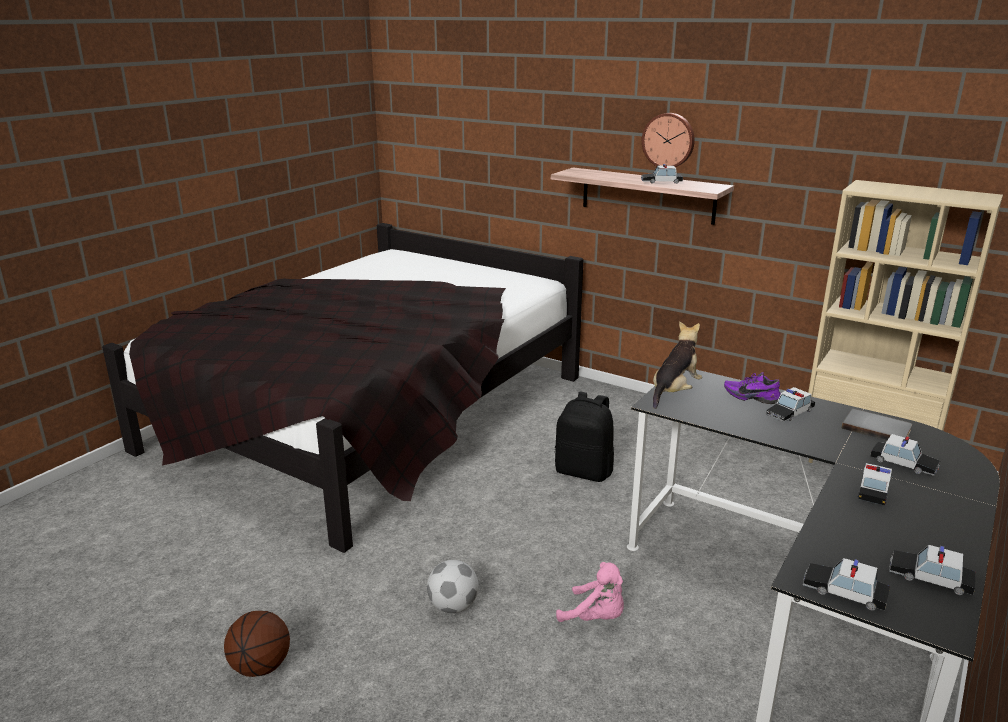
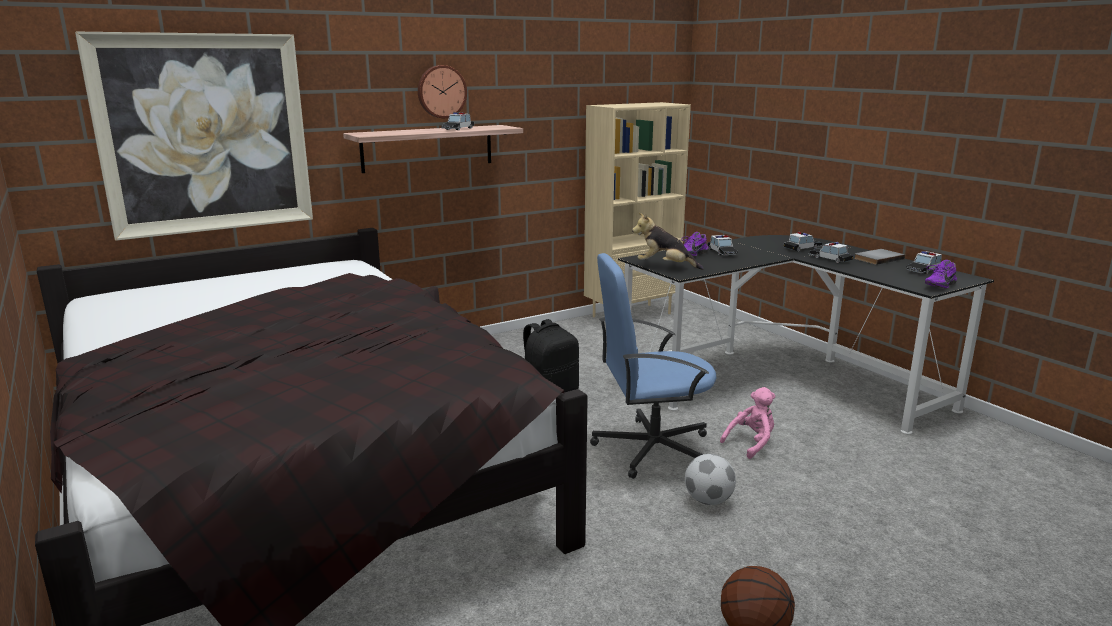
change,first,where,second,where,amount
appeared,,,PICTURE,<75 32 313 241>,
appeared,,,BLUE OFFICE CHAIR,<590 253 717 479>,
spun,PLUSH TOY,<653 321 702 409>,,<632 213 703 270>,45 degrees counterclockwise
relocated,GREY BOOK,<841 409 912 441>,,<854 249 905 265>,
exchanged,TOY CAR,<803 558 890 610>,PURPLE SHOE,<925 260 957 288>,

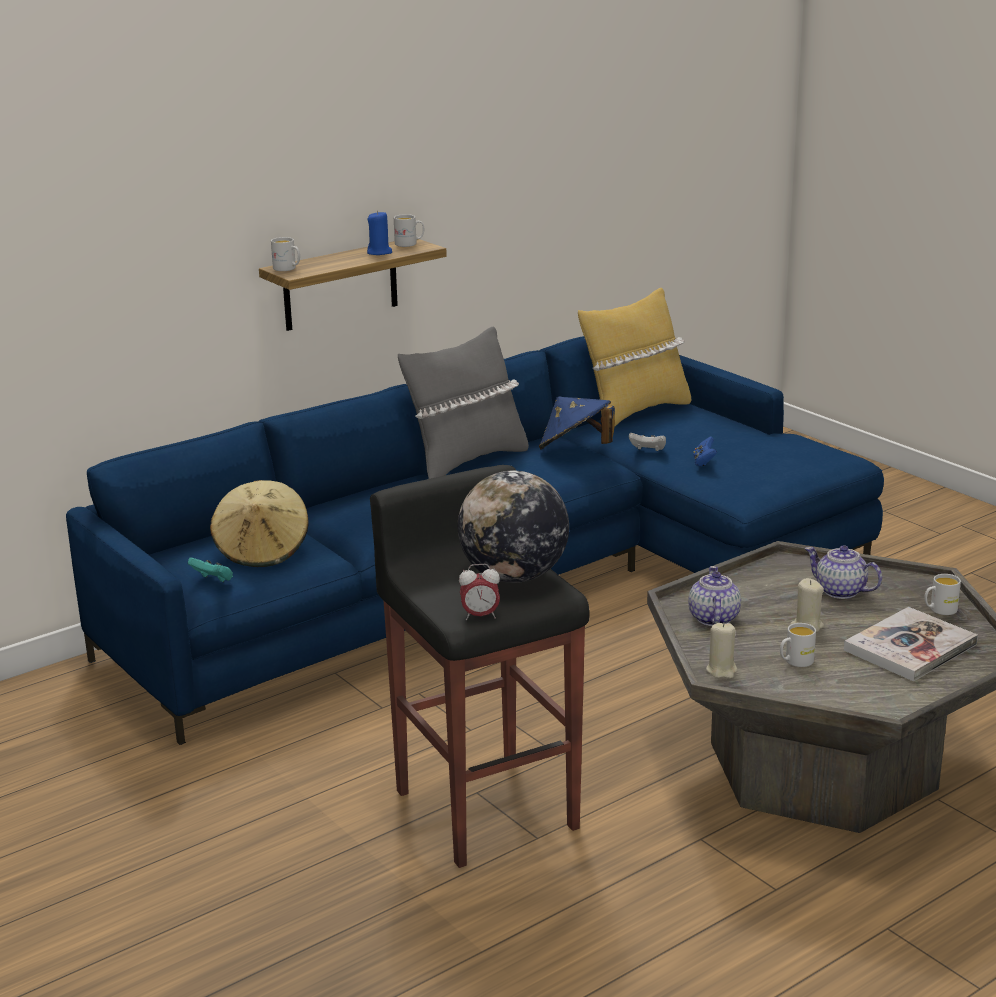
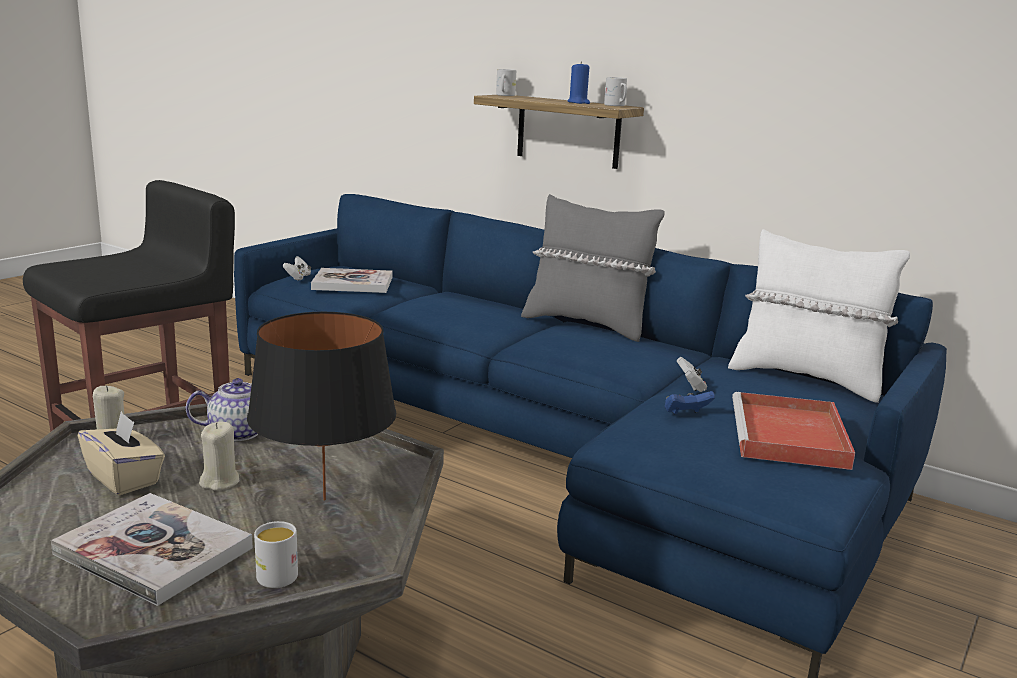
change,first,where,second,where,amount
exchanged,WHITE MUG,<780 623 816 667>,BEIGE TISSUE BOX,<78 411 165 495>,
exchanged,TEAPOT,<805 545 882 599>,BLACK TABLE LAMP,<247 312 396 500>,
colour,TURQUOISE GAME CONTROLLER,<188 557 233 582>,WHITE GAME CONTROLLER,<283 256 311 281>,
exchanged,BEIGE HAT,<210 480 308 567>,BOOK,<311 268 392 293>,
colour,YELLOW PILLOW,<578 288 691 426>,WHITE PILLOW,<728 229 910 403>,
appeared,,,RED TRAY,<732 392 855 470>,
missing,GLOBE,<458 471 569 583>,,,
missing,ALARM CLOCK,<459 564 500 620>,,,
missing,BLUE HAT,<539 396 615 450>,,,

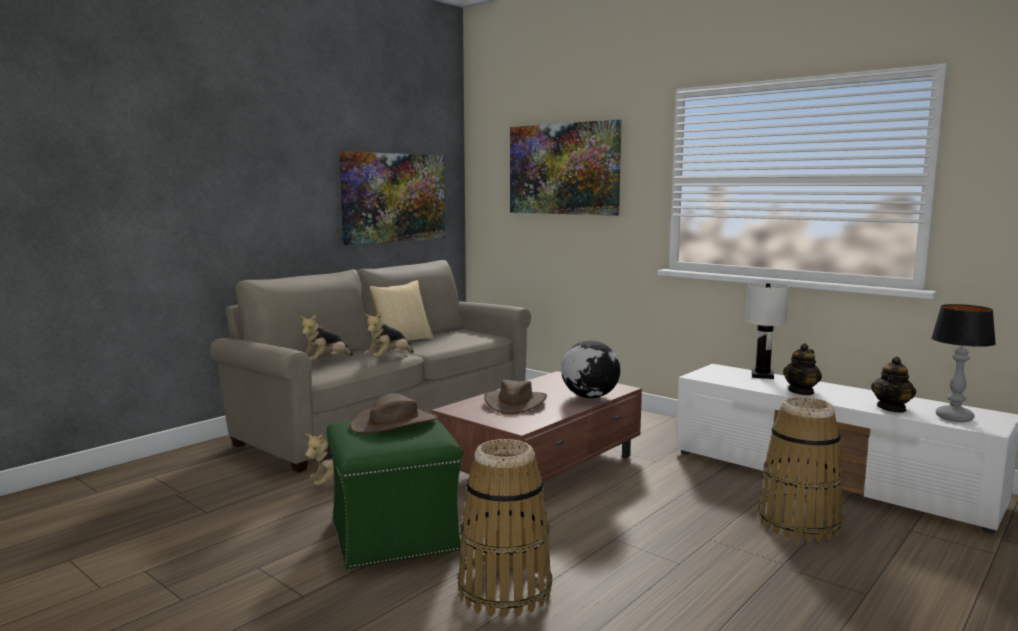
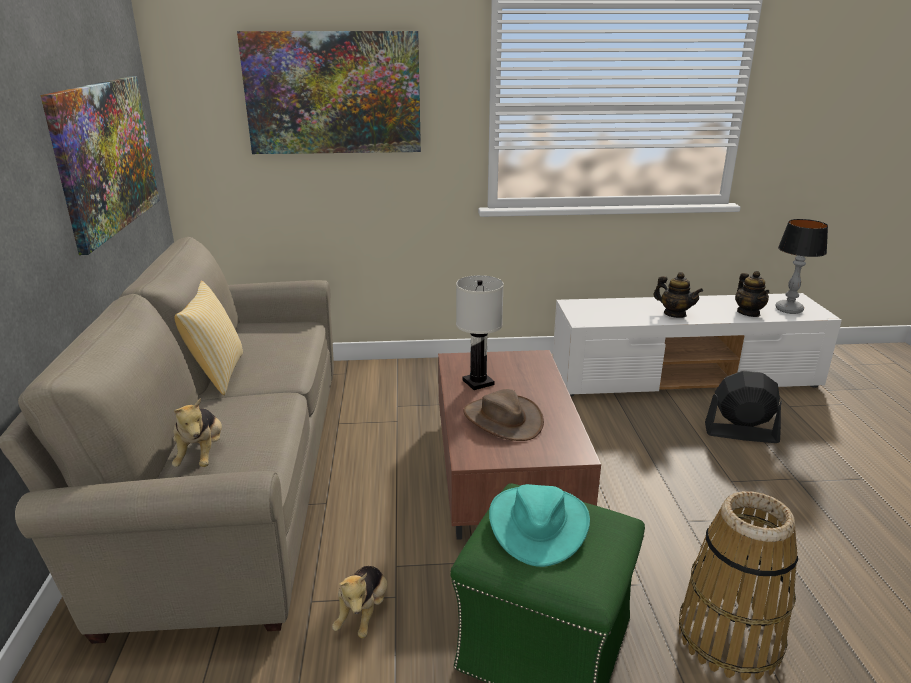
change,first,where,second,where,amount
relocated,WHITE TABLE LAMP,<745 283 789 379>,,<456 275 504 390>,
colour,BROWN HAT,<350 393 438 434>,TURQUOISE HAT,<489 484 590 567>,
spun,TEAPOT,<783 343 822 395>,,<653 272 703 318>,45 degrees counterclockwise
exchanged,BASKET,<758 397 843 542>,BLACK FAN,<705 371 782 443>,
missing,PLUSH TOY,<364 312 414 358>,,,
missing,GLOBE,<561 340 621 398>,,,

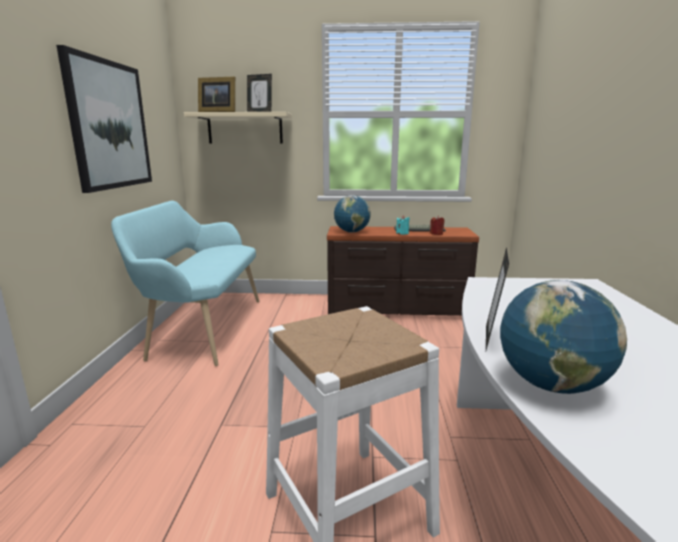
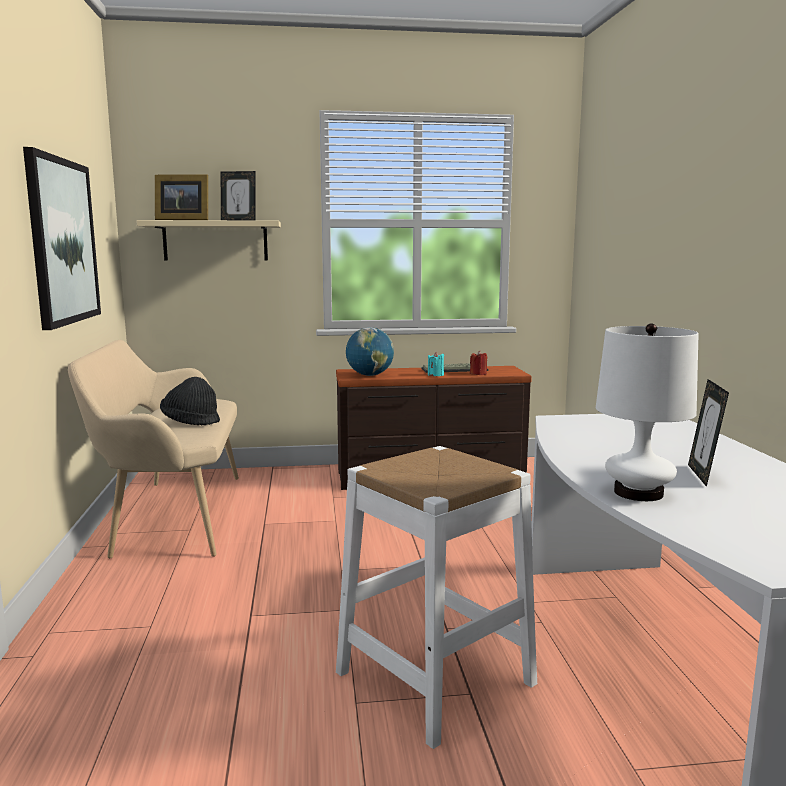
change,first,where,second,where,amount
colour,TURQUOISE BENCH,<111 201 259 366>,BEIGE BENCH,<68 340 239 559>,
appeared,,,BLACK HAT,<160 377 220 426>,
exchanged,GLOBE,<500 280 627 394>,WHITE TABLE LAMP,<596 323 699 501>,
relocated,PICTURE FRAME,<486 247 509 350>,,<688 379 729 487>,

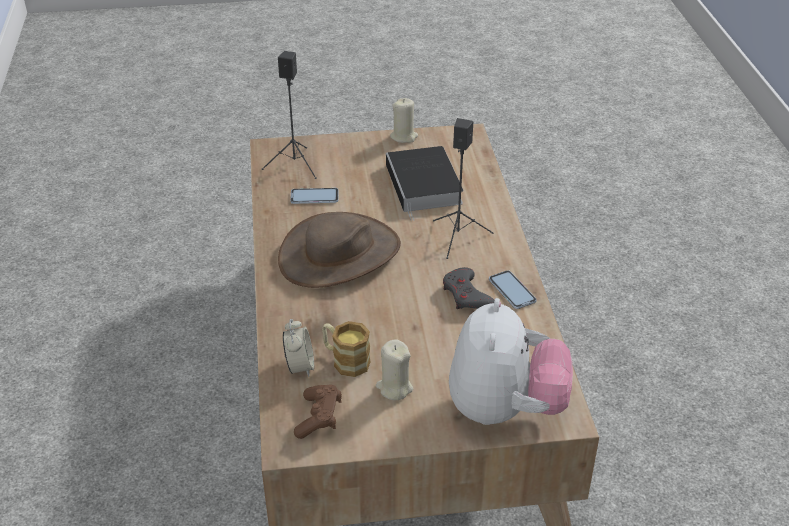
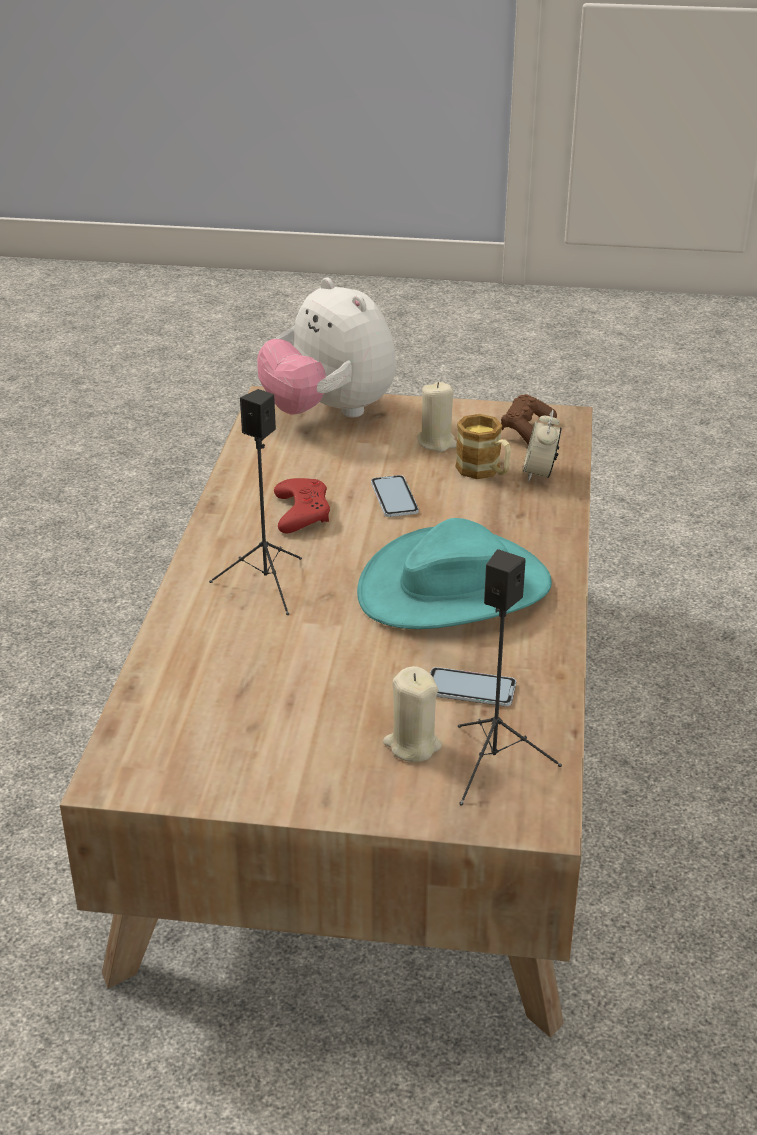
change,first,where,second,where,amount
spun,PLUSH TOY,<449 298 573 425>,,<257 277 396 418>,60 degrees counterclockwise
colour,GREY GAME CONTROLLER,<443 267 494 309>,RED GAME CONTROLLER,<274 478 330 533>,
colour,BROWN HAT,<278 212 401 288>,TURQUOISE HAT,<357 518 552 629>,
relocated,PHONE,<489 270 537 309>,,<371 475 419 517>,
relocated,BEIGE CANDLE,<390 98 418 143>,,<383 666 442 762>,
missing,BOOK,<386 146 463 221>,,,

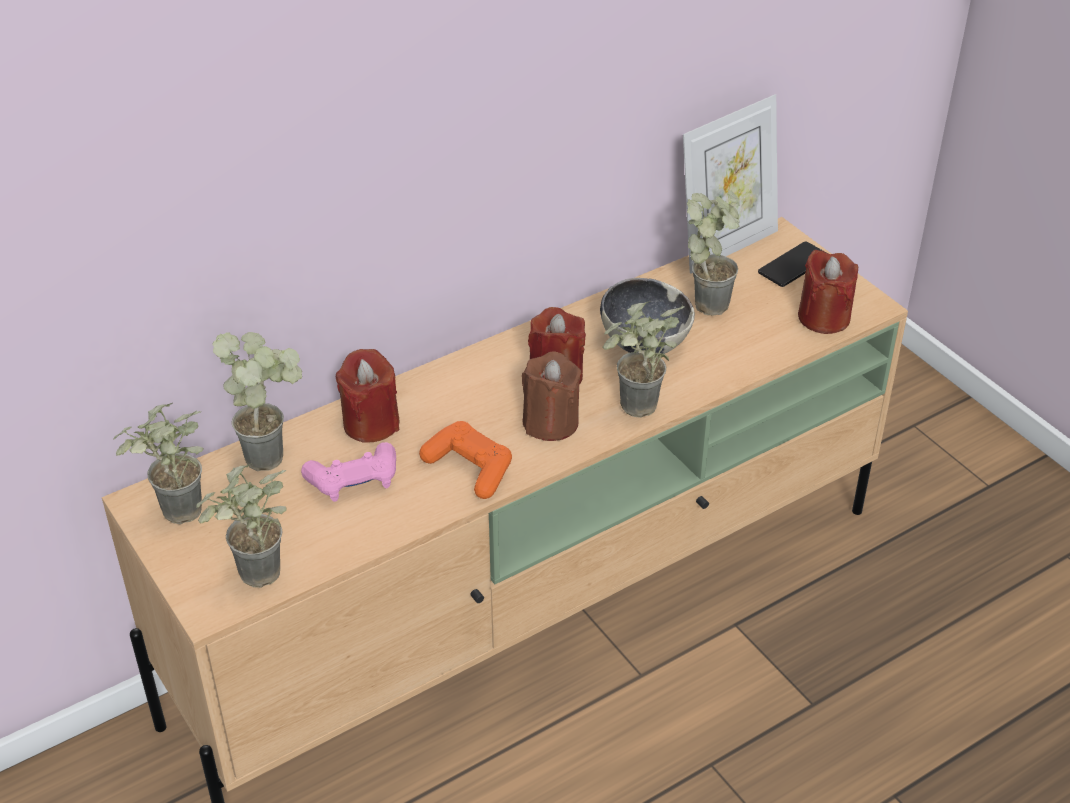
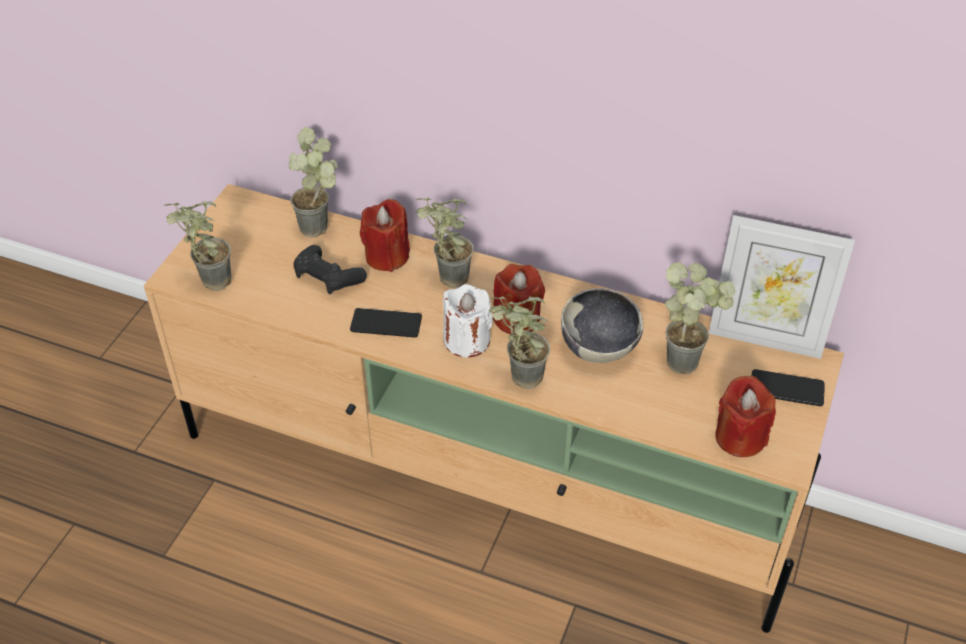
change,first,where,second,where,amount
colour,PINK GAME CONTROLLER,<301 442 396 502>,BLACK GAME CONTROLLER,<293 245 367 294>,
exchanged,ORANGE GAME CONTROLLER,<419 421 512 499>,PHONE,<350 308 422 337>,
relocated,POTTED PLANT,<113 403 203 524>,,<416 198 474 288>,
colour,BROWN CANDLE,<522 351 581 441>,WHITE CANDLE,<443 284 493 357>,

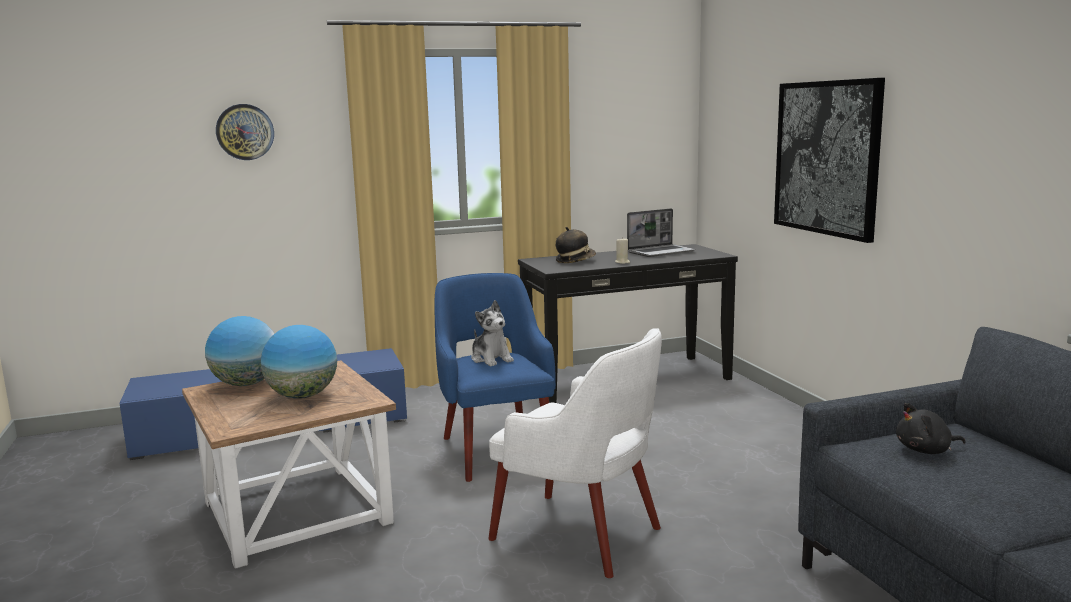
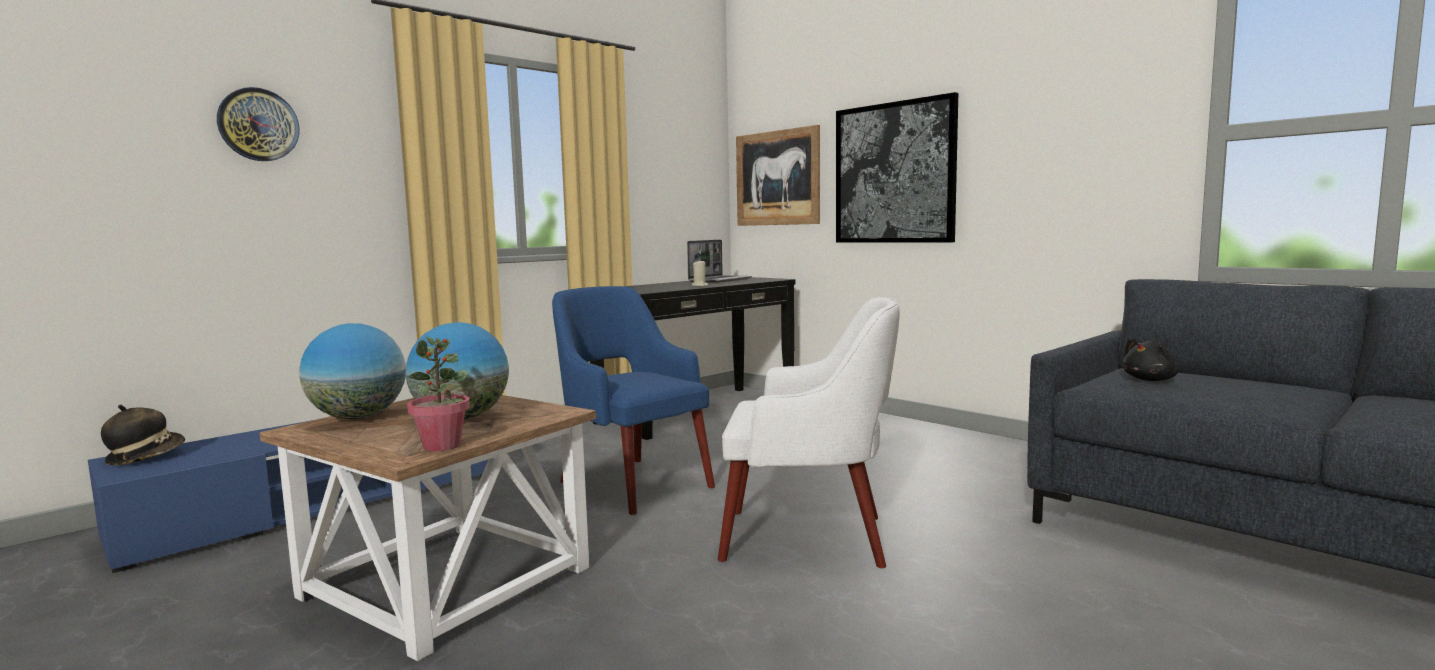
change,first,where,second,where,amount
relocated,HAT,<556 227 596 263>,,<101 405 185 465>,
appeared,,,POTTED PLANT,<407 337 470 451>,
appeared,,,PICTURE,<736 125 820 226>,
missing,PLUSH TOY,<471 300 514 366>,,,

